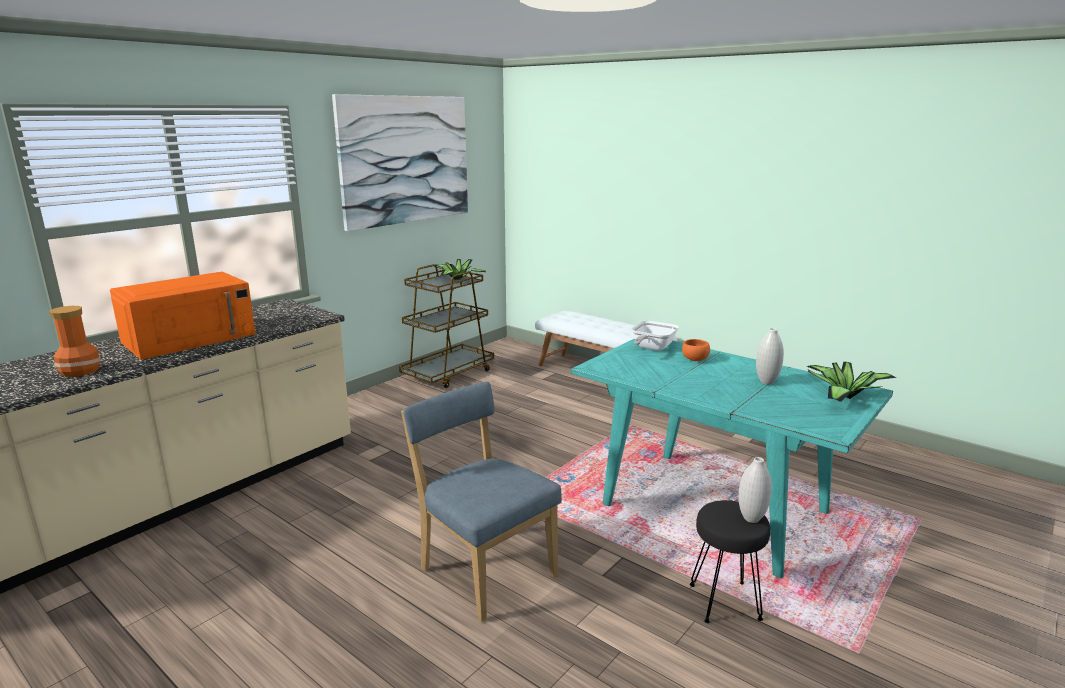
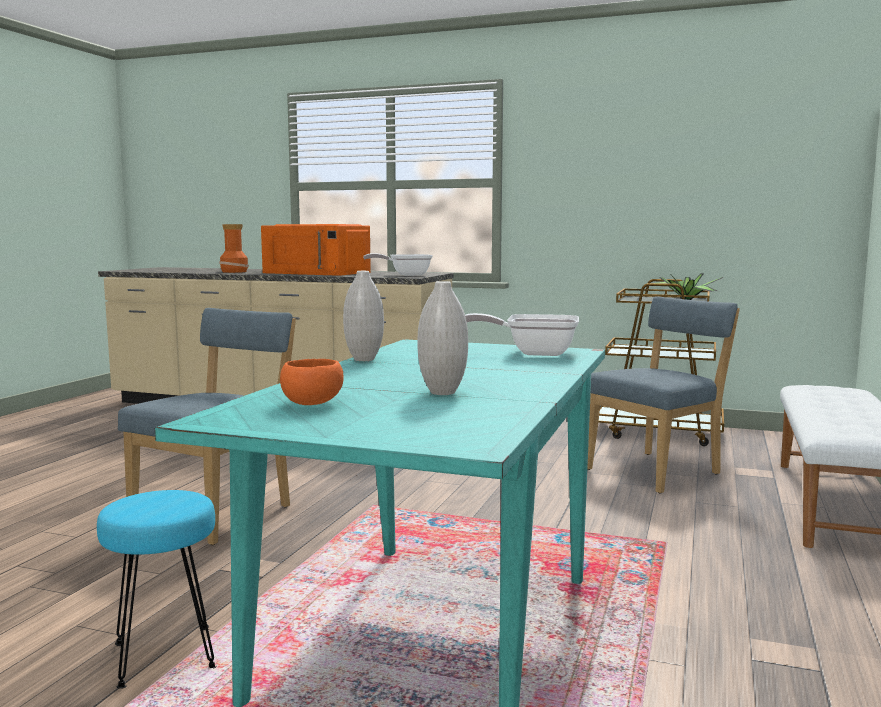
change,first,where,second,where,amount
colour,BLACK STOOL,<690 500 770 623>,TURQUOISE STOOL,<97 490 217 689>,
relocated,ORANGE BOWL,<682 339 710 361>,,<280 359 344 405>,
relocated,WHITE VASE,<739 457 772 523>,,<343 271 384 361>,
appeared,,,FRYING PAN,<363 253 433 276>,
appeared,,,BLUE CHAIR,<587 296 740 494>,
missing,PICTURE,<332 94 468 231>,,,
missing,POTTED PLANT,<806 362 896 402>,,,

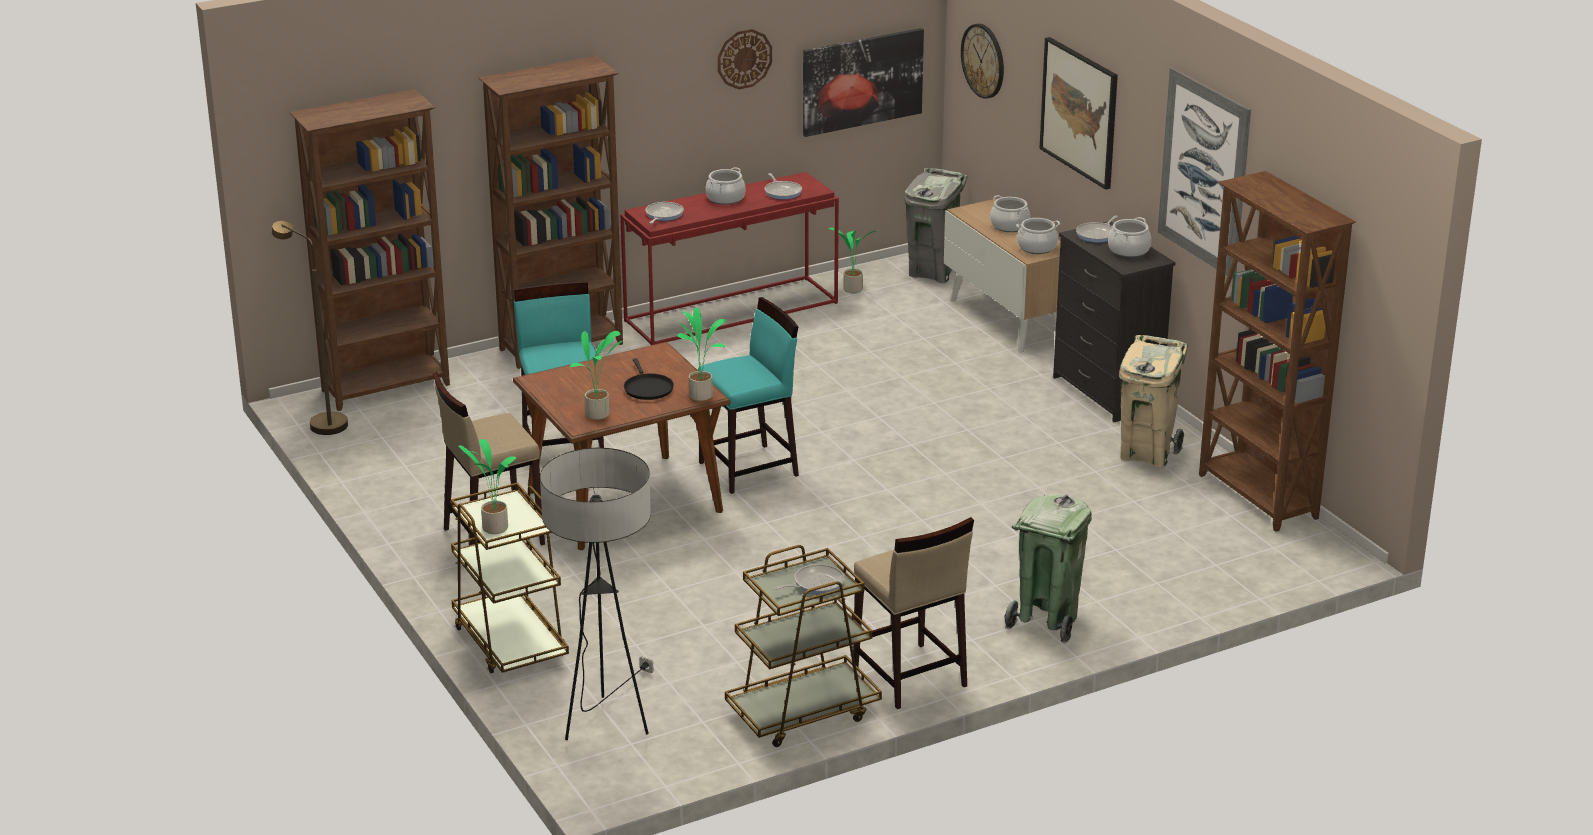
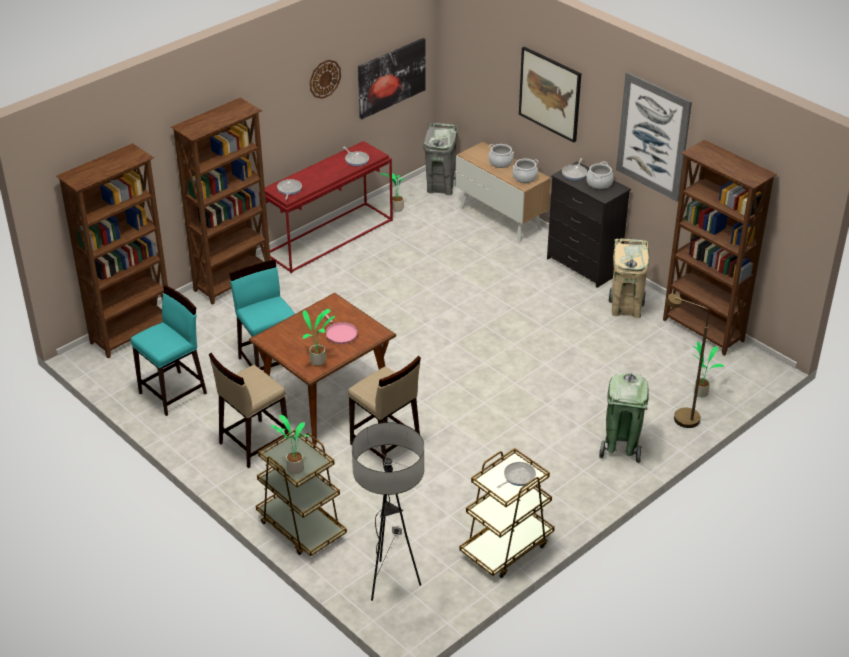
change,first,where,second,where,amount
relocated,TURQUOISE STOOL,<698 297 799 494>,,<131 285 207 416>,
colour,BLACK FRYING PAN,<624 358 674 400>,PINK FRYING PAN,<322 311 358 344>,
relocated,BEIGE STOOL,<853 517 974 709>,,<348 356 421 468>,
relocated,BROWN FLOOR LAMP,<272 221 348 435>,,<666 294 709 428>,
relocated,POTTED PLANT,<677 308 726 401>,,<694 342 724 397>,
missing,COOKING POT,<706 167 746 205>,,,
missing,WALL CLOCK,<961 24 1004 99>,,,

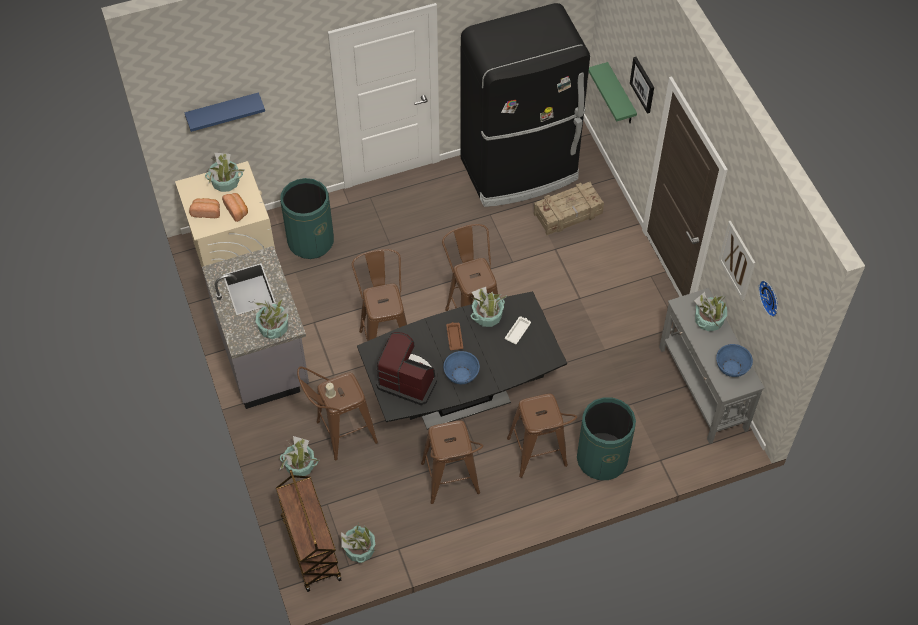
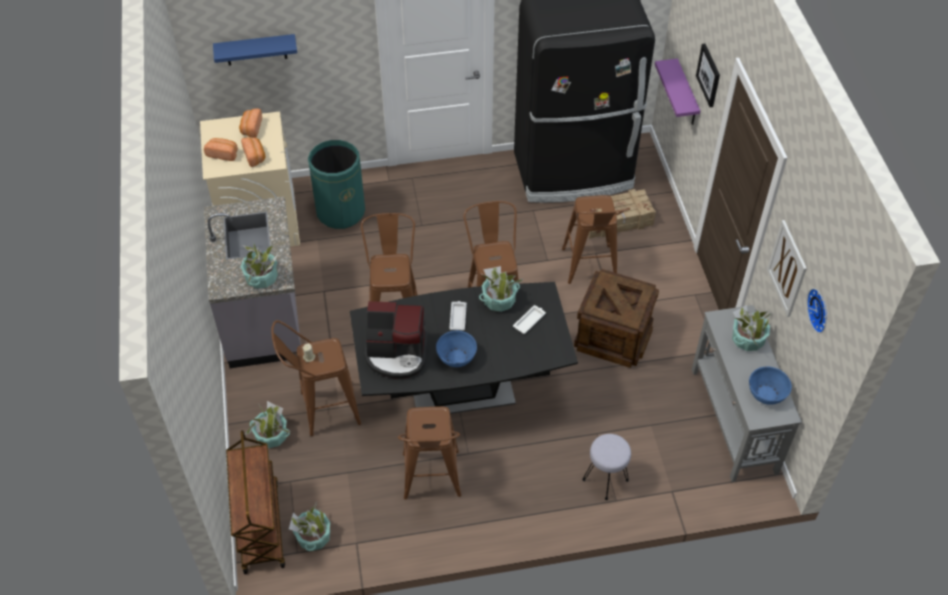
change,first,where,second,where,amount
exchanged,POTTED PLANT,<205 153 245 192>,BREAD,<239 108 262 138>,
spun,COFFEE MACHINE,<376 332 437 405>,,<365 301 428 379>,150 degrees clockwise
colour,BROWN TRAY,<446 322 463 350>,WHITE TRAY,<449 301 467 330>,
relocated,BROWN STOOL,<507 394 577 478>,,<562 195 630 284>,
appeared,,,CRATE,<574 269 659 368>,
exchanged,GREEN TRASH CAN,<577 397 636 480>,GREY STOOL,<582 434 631 500>,
colour,GREEN SHELF,<589 62 637 124>,PURPLE SHELF,<655 58 700 125>,

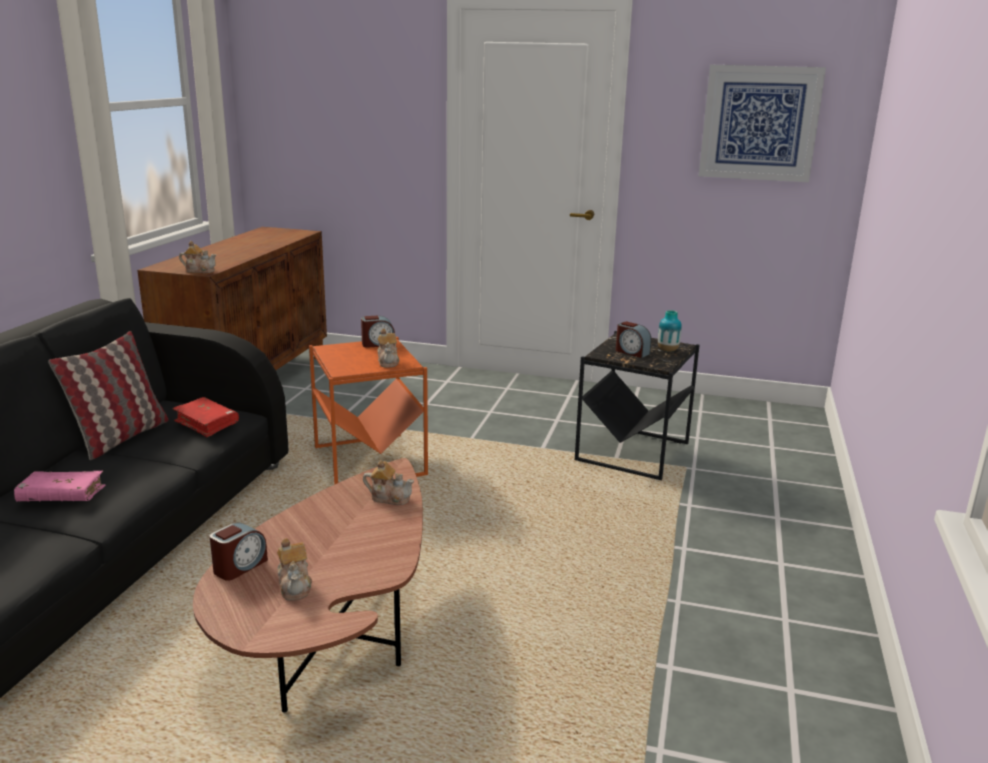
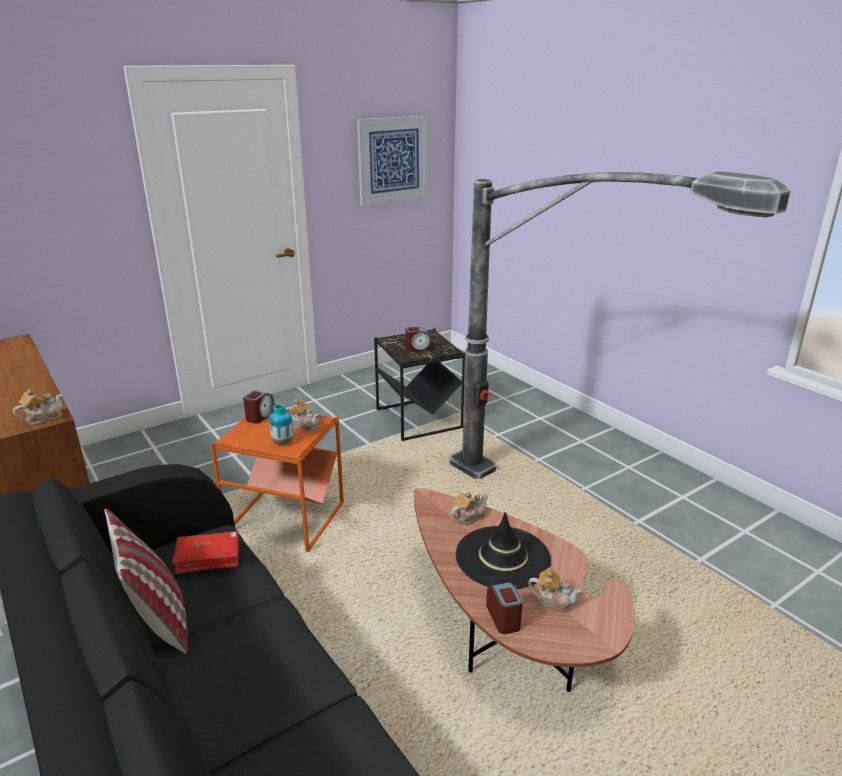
change,first,where,second,where,amount
relocated,VASE,<658 310 682 352>,,<269 404 293 445>,
appeared,,,FLOOR LAMP,<449 171 790 479>,
appeared,,,BLACK HAT,<456 512 551 589>,
missing,PINK BOOK,<14 471 105 502>,,,

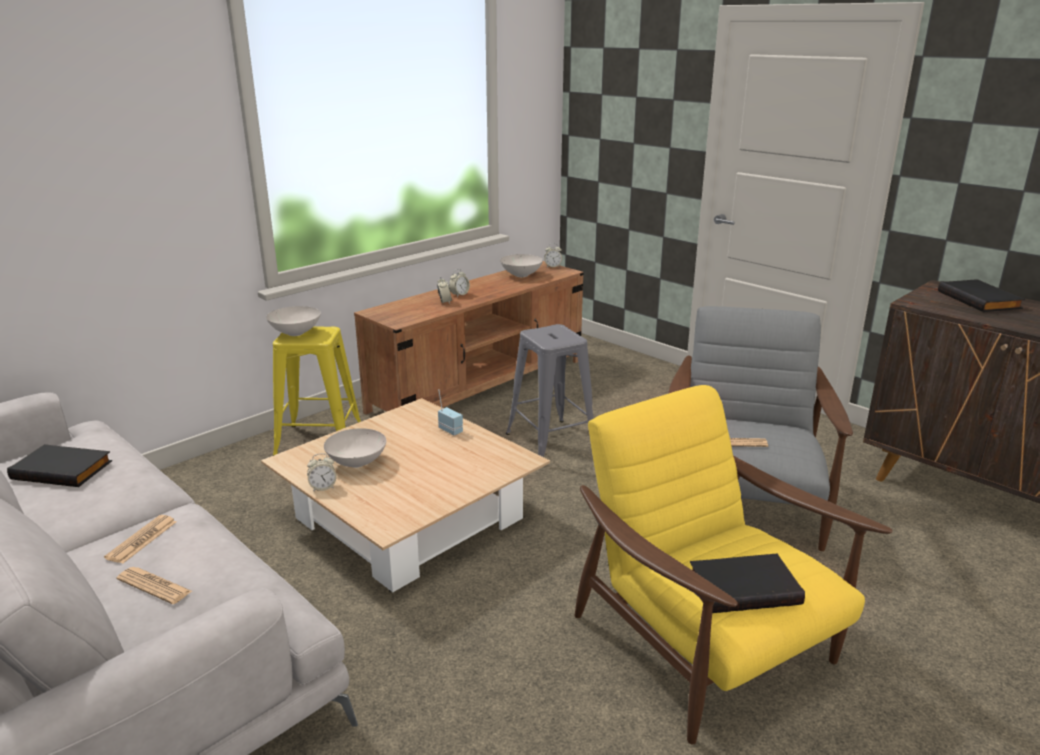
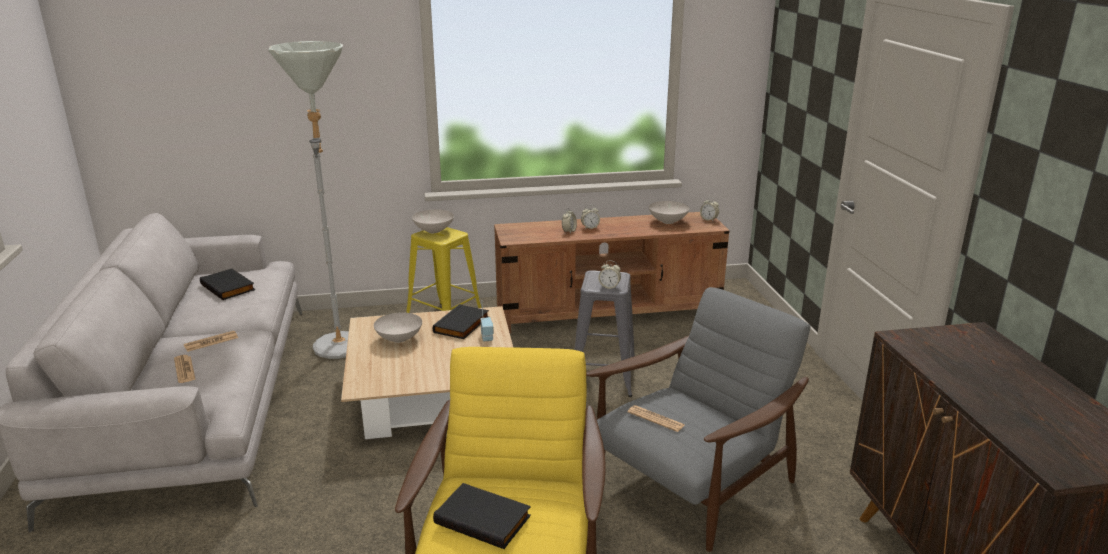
change,first,where,second,where,amount
appeared,,,GREY FLOOR LAMP,<269 41 349 359>,
relocated,BLACK BOOK,<938 279 1025 312>,,<433 304 489 339>,
relocated,ALARM CLOCK,<307 453 336 492>,,<598 260 621 289>,

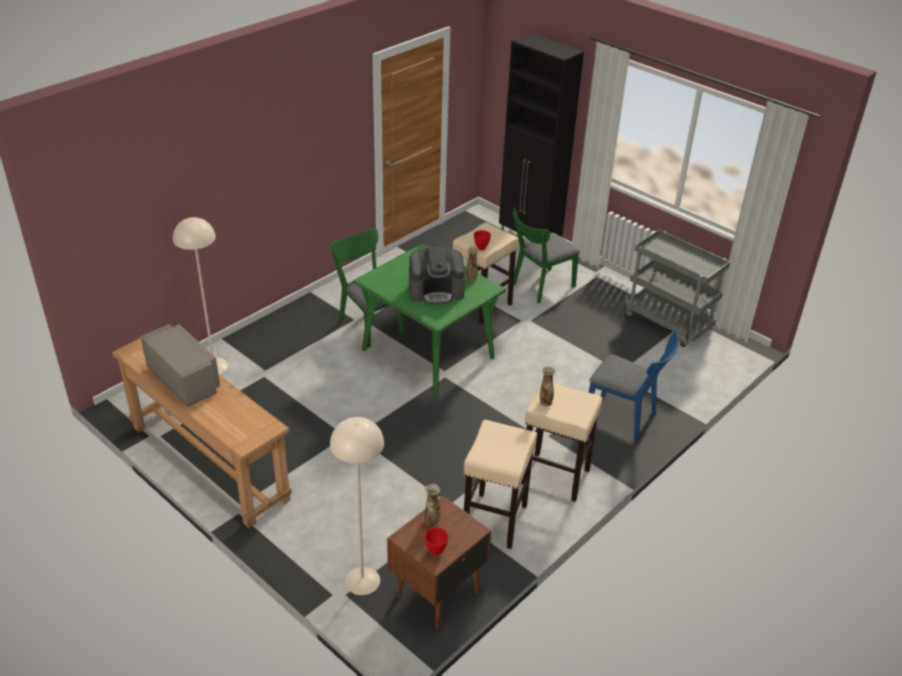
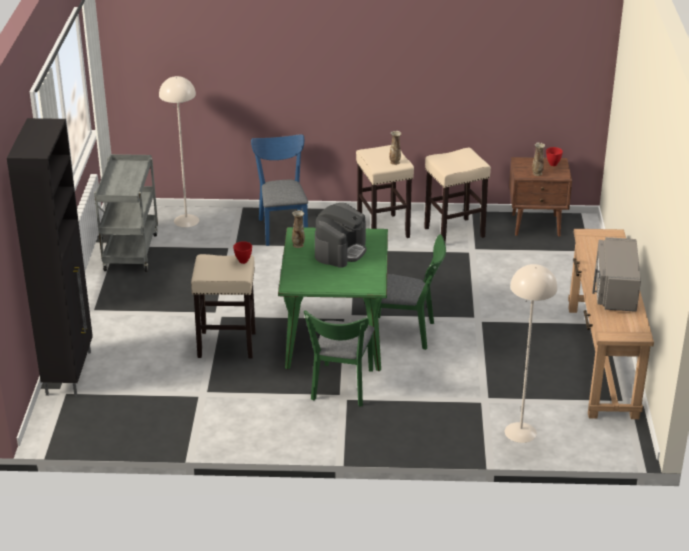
change,first,where,second,where,amount
relocated,BEIGE FLOOR LAMP,<330 417 384 595>,,<159 76 199 227>,
spun,COFFEE MACHINE,<409 247 465 305>,,<315 203 367 268>,75 degrees clockwise
relocated,GREEN CHAIR,<513 208 580 303>,,<378 234 446 350>,

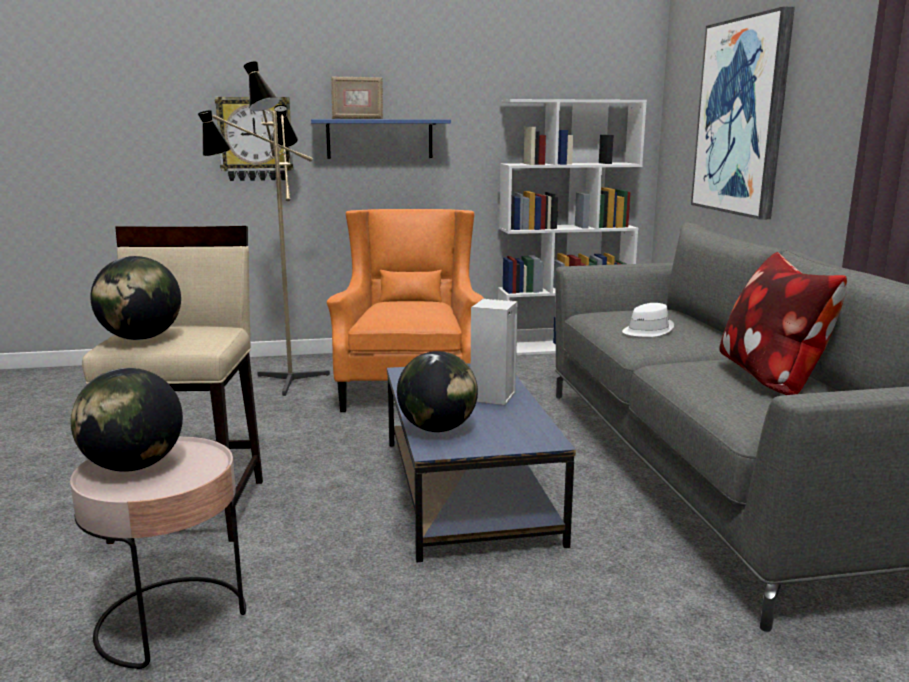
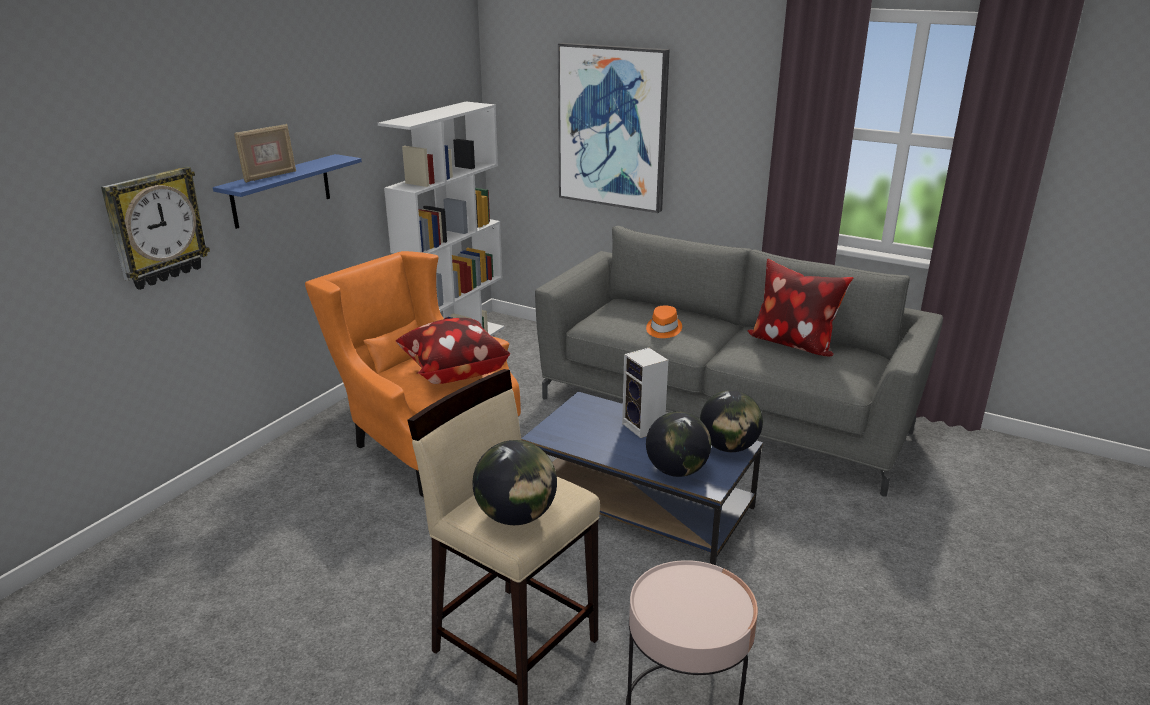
change,first,where,second,where,amount
appeared,,,PILLOW,<396 318 510 384>,
colour,WHITE HAT,<622 303 674 337>,ORANGE HAT,<646 306 682 338>,
relocated,GLOBE,<71 368 183 472>,,<700 390 763 452>,
missing,FLOOR LAMP,<198 62 330 396>,,,

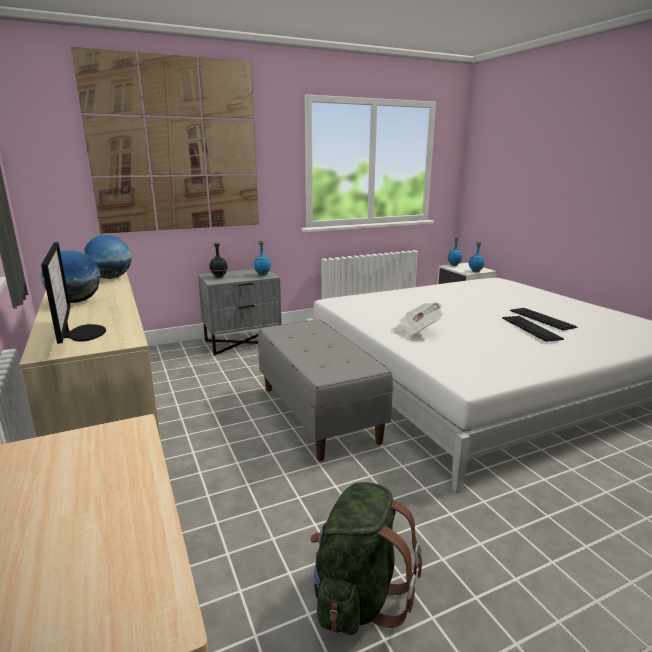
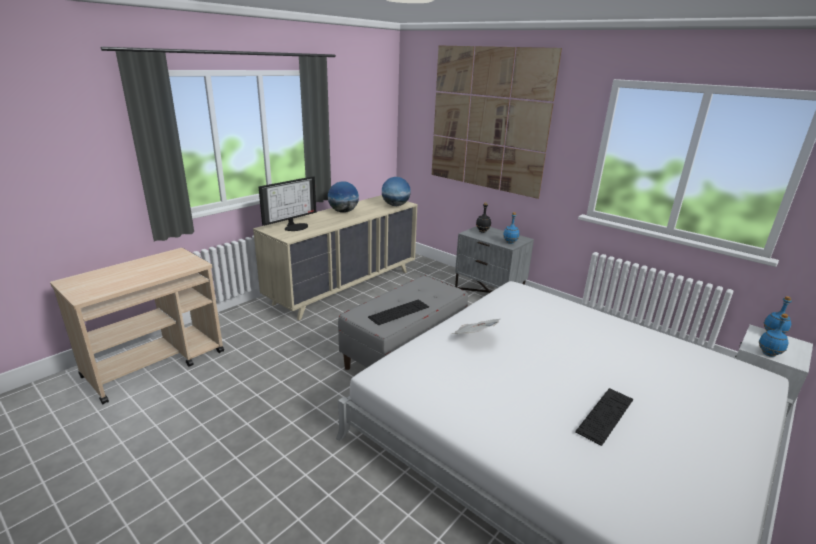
change,first,where,second,where,amount
relocated,KEYBOARD,<502 316 564 342>,,<368 300 429 325>,
missing,GREEN BACKPACK,<310 482 422 635>,,,

